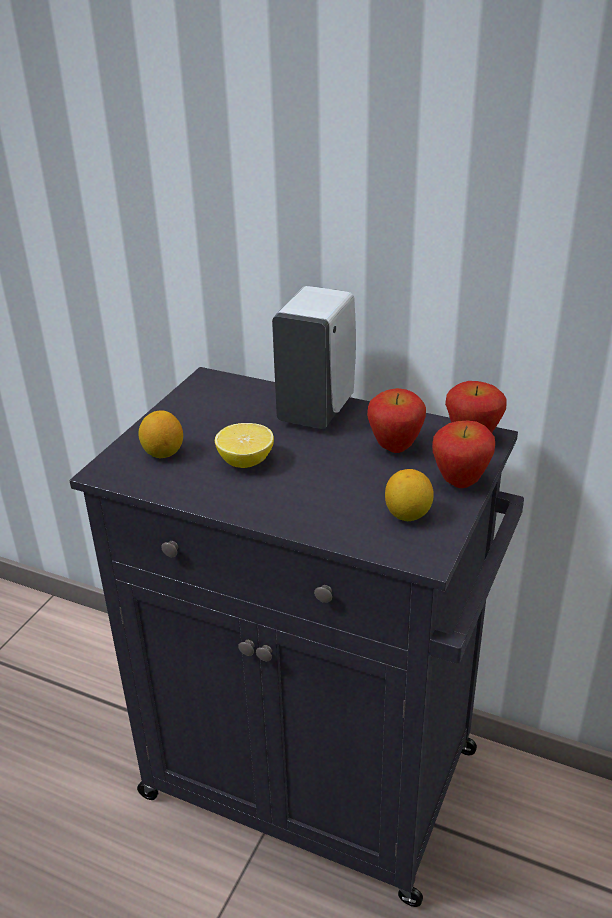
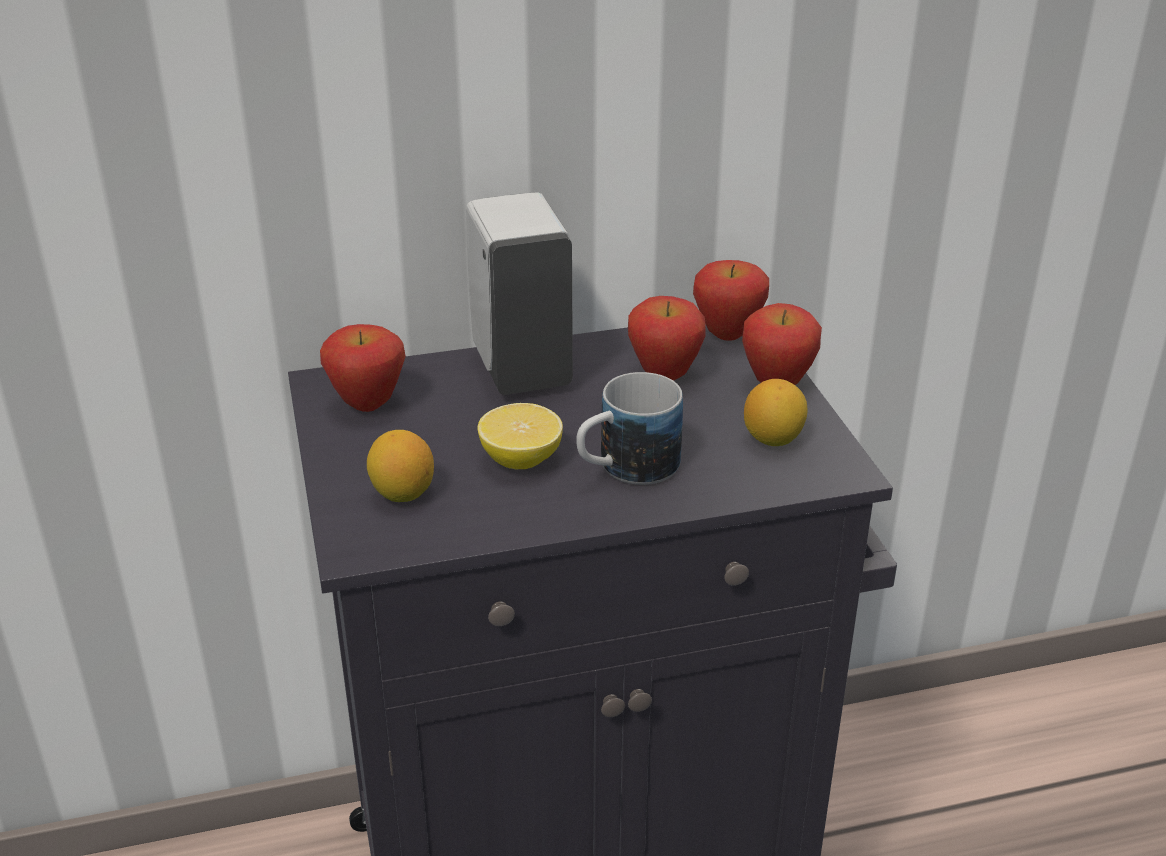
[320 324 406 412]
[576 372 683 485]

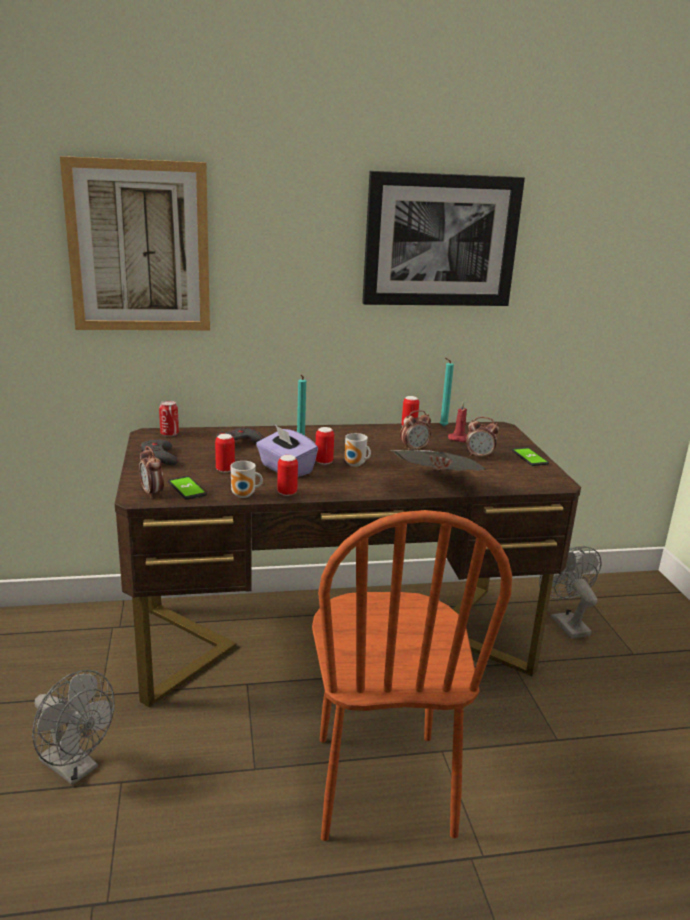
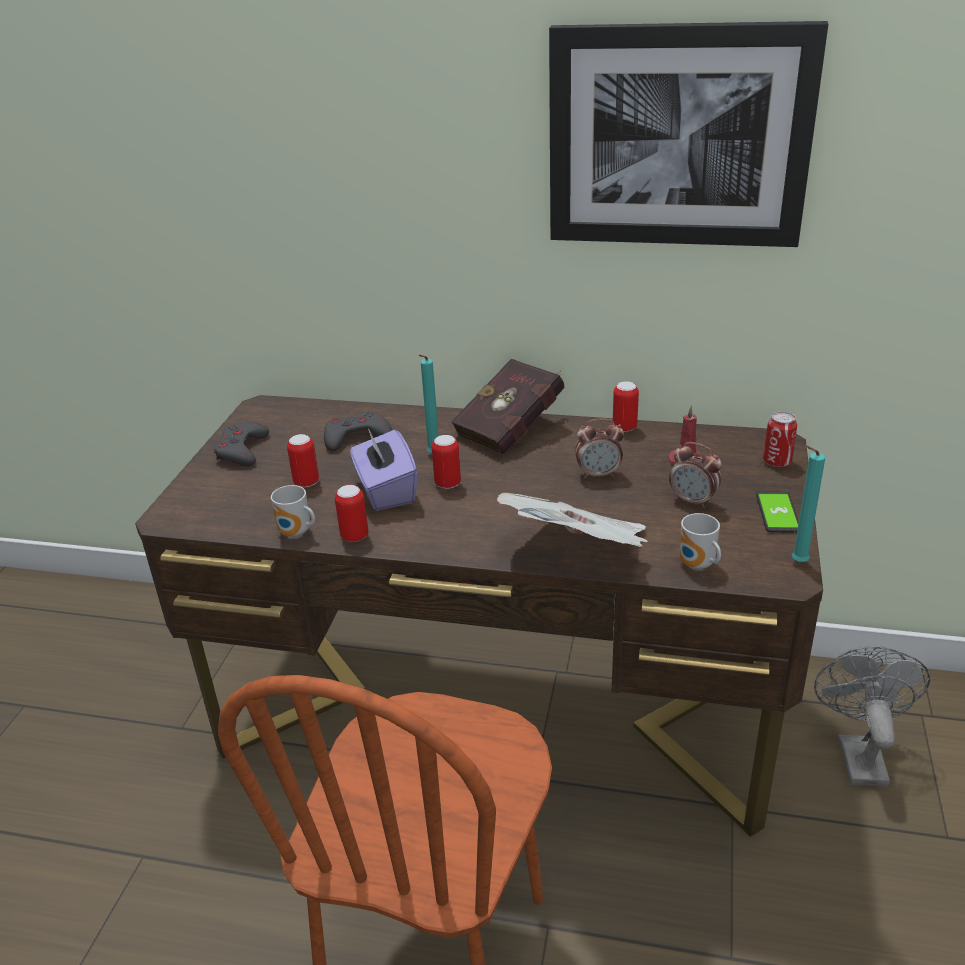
[32 670 115 785] (first image)
[60 156 210 330] (first image)
[139 446 164 498] (first image)
[763 411 797 467]
[168 476 207 500] (first image)
[679 513 721 570]
[792 445 825 563]
[451 359 565 454]

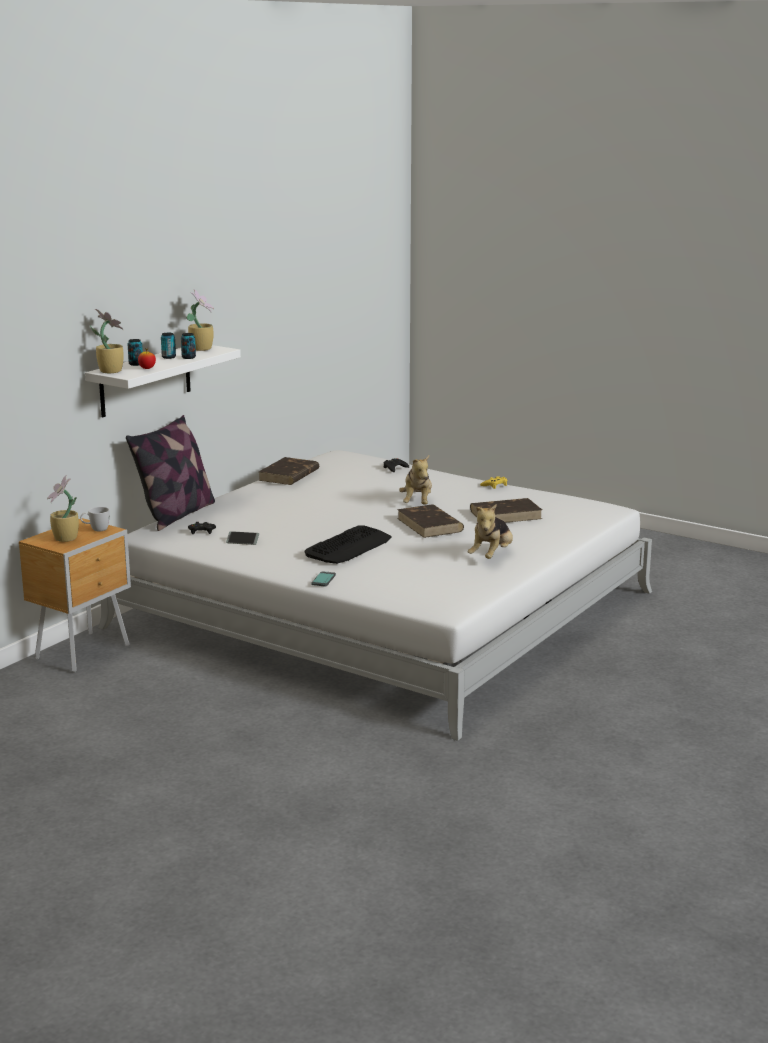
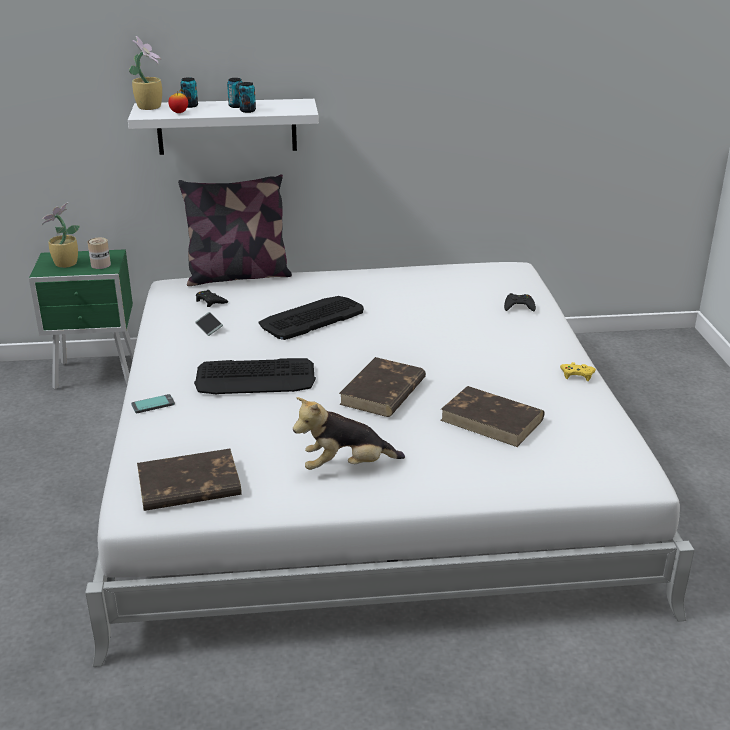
[29 249 134 390]
[87 238 111 269]
[187 289 214 351] (first image)
[137 449 242 511]
[399 455 432 505] (first image)
[258 296 364 340]

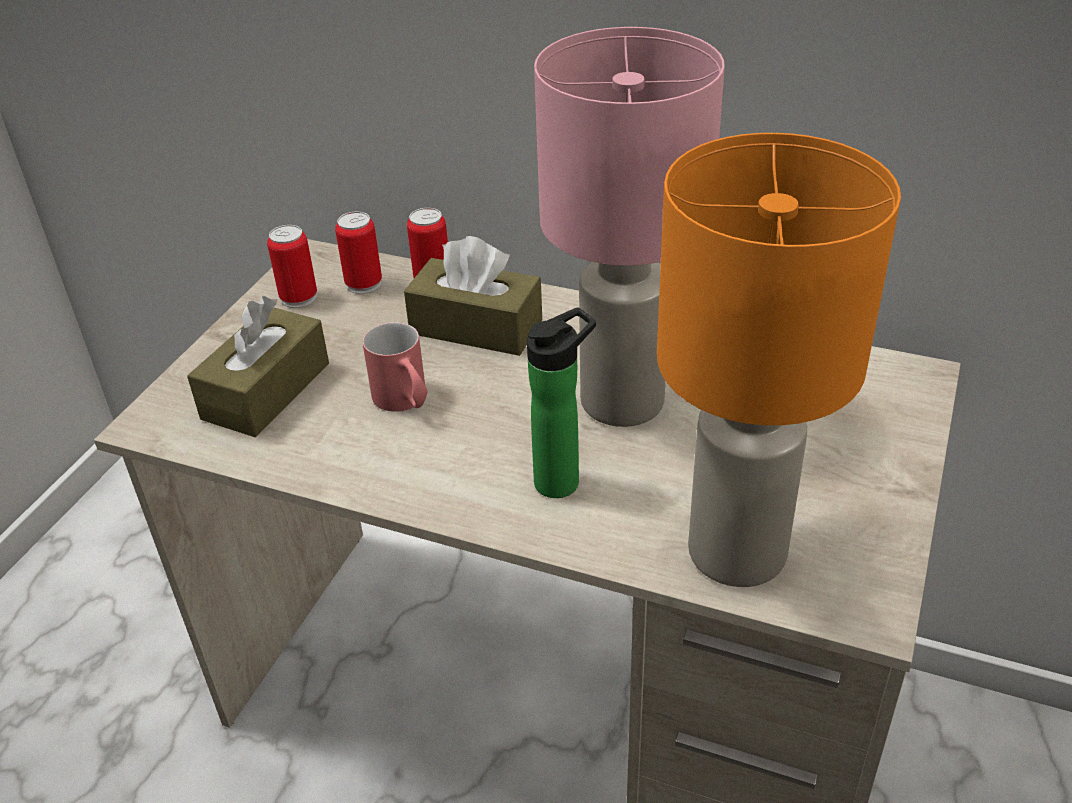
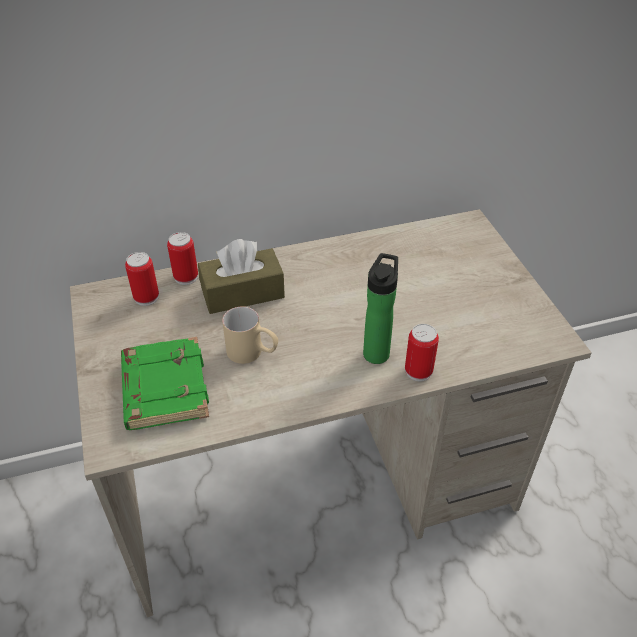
[121 337 209 430]
[405 324 439 381]
[222 307 278 364]
[534 27 725 427] (first image)
[657 133 901 587] (first image)

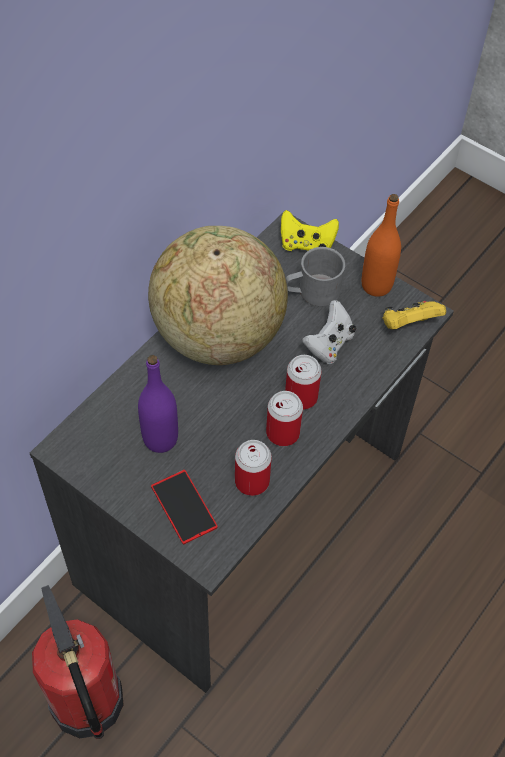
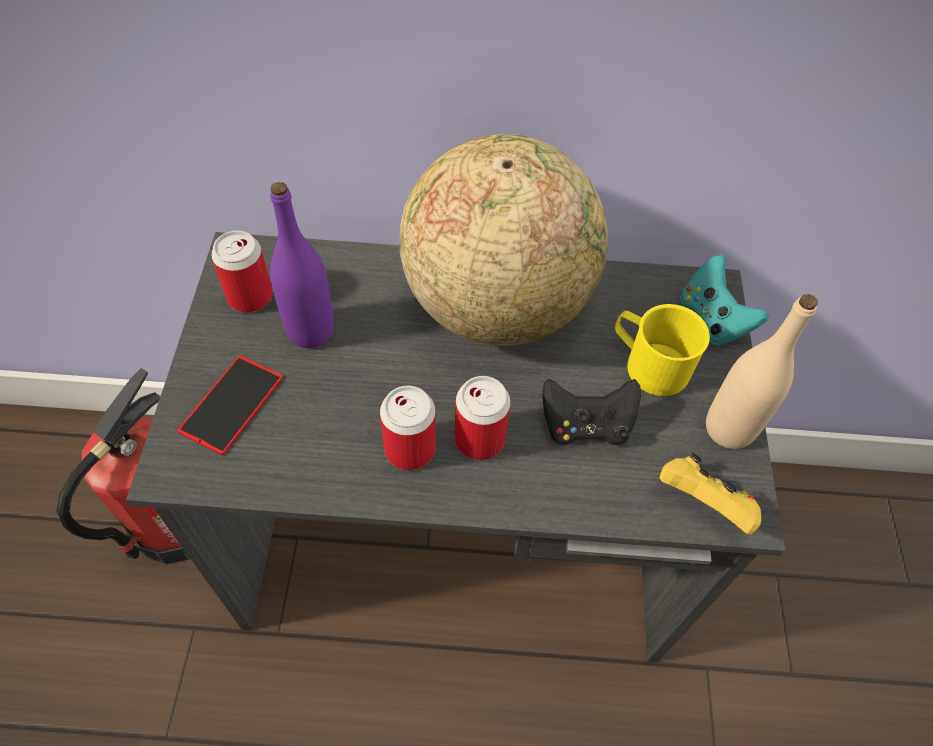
[211 230 273 313]
[680 255 769 346]
[615 304 710 396]
[542 379 641 445]
[706 294 818 449]

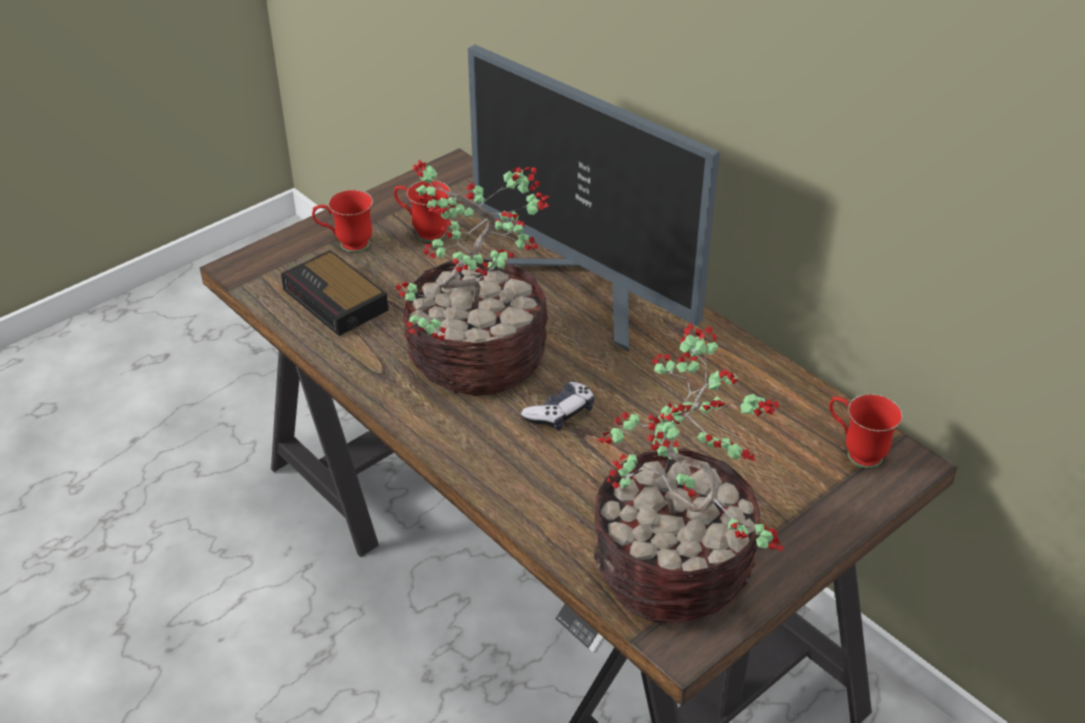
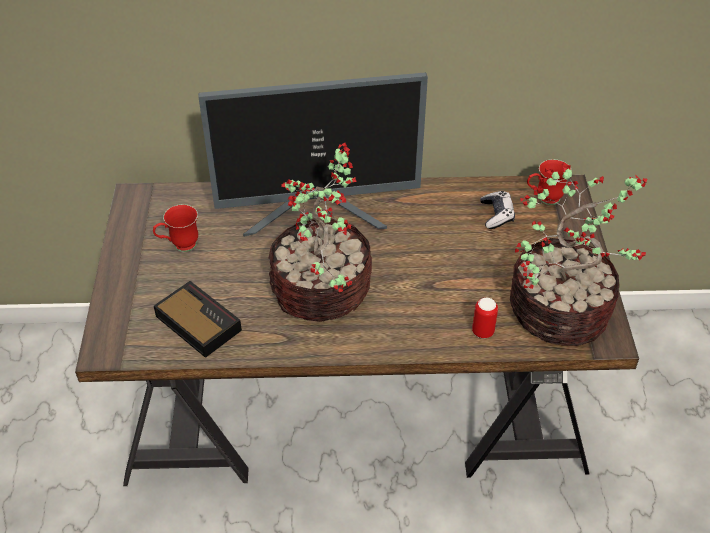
[154 281 242 358]
[312 190 373 252] (first image)
[480 191 515 229]
[472 297 498 338]

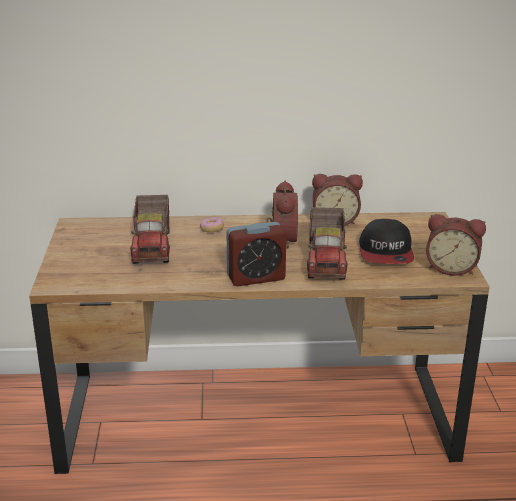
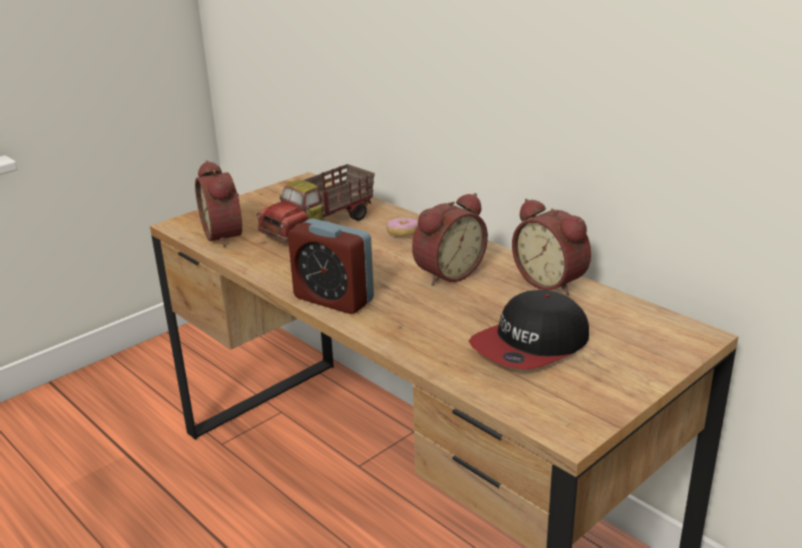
[307 207 348 280] (first image)
[195 160 242 247]

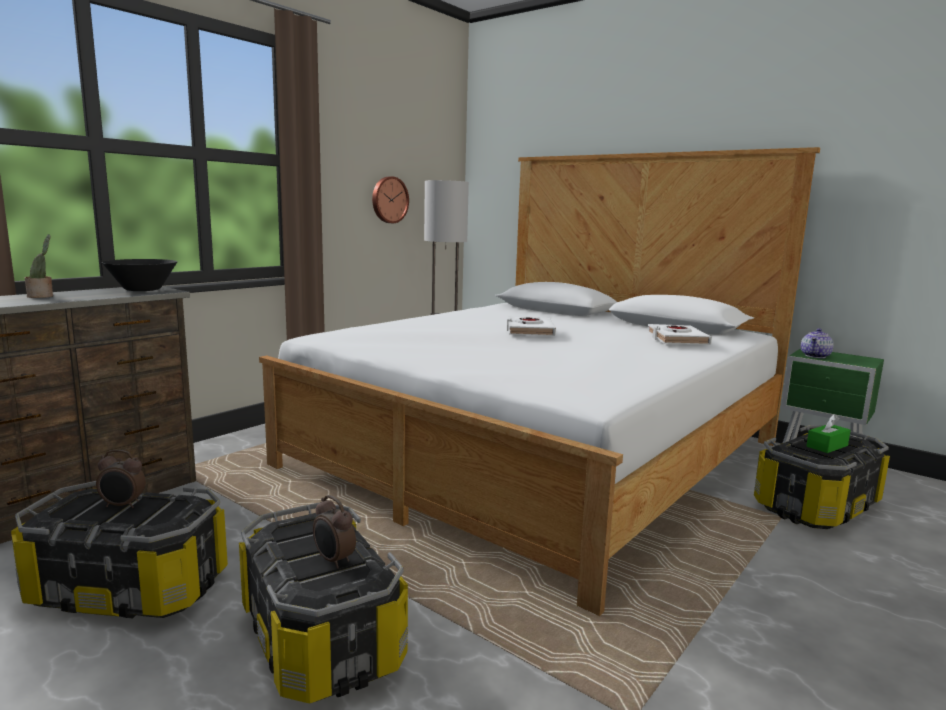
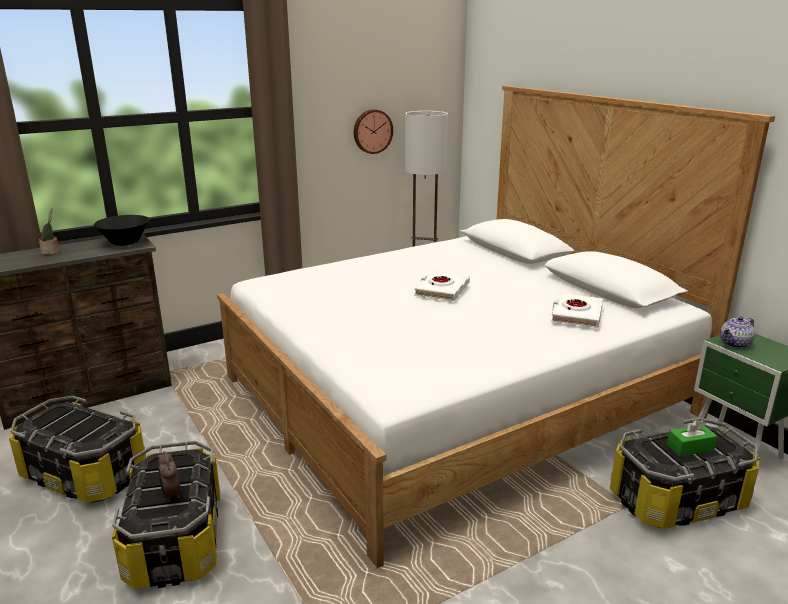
[96 450 146 508] (first image)

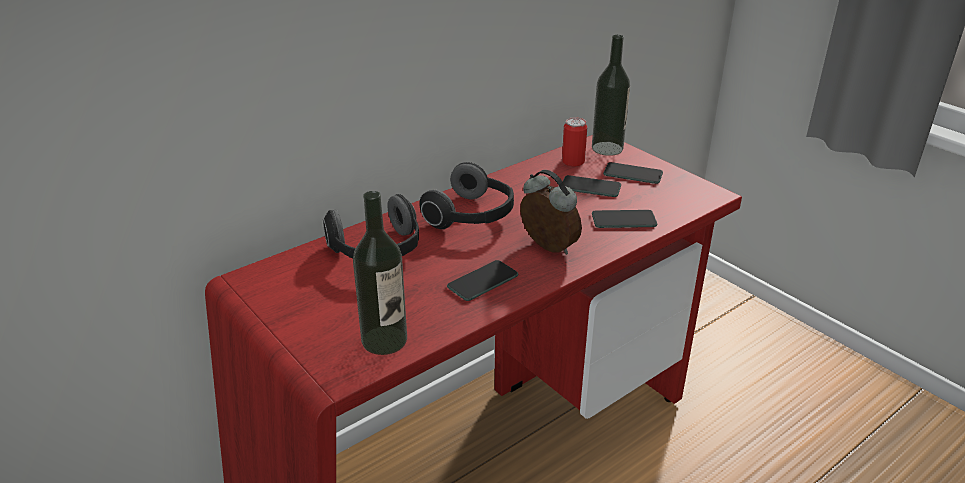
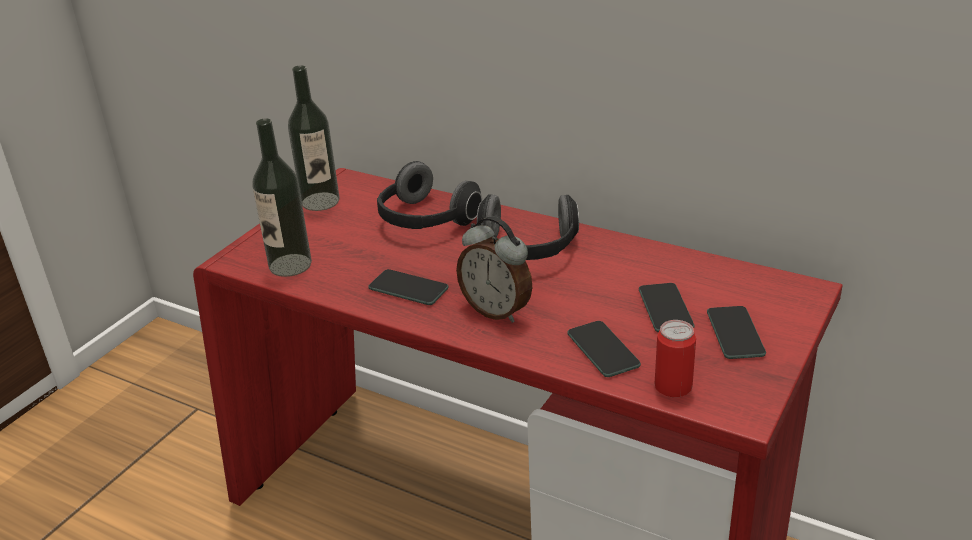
[456 216 533 323]
[655 320 696 397]
[288 65 339 211]

